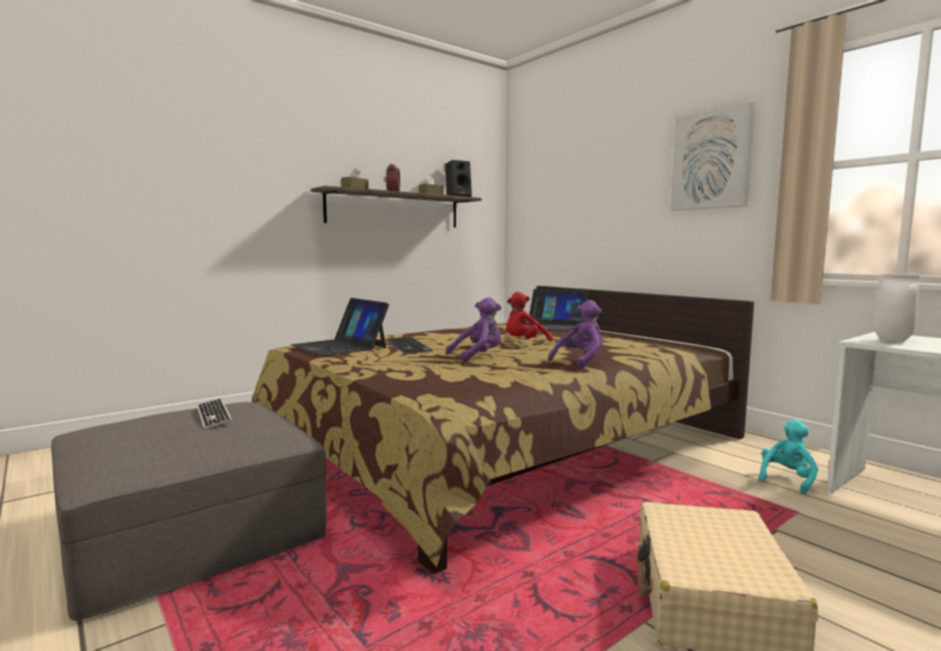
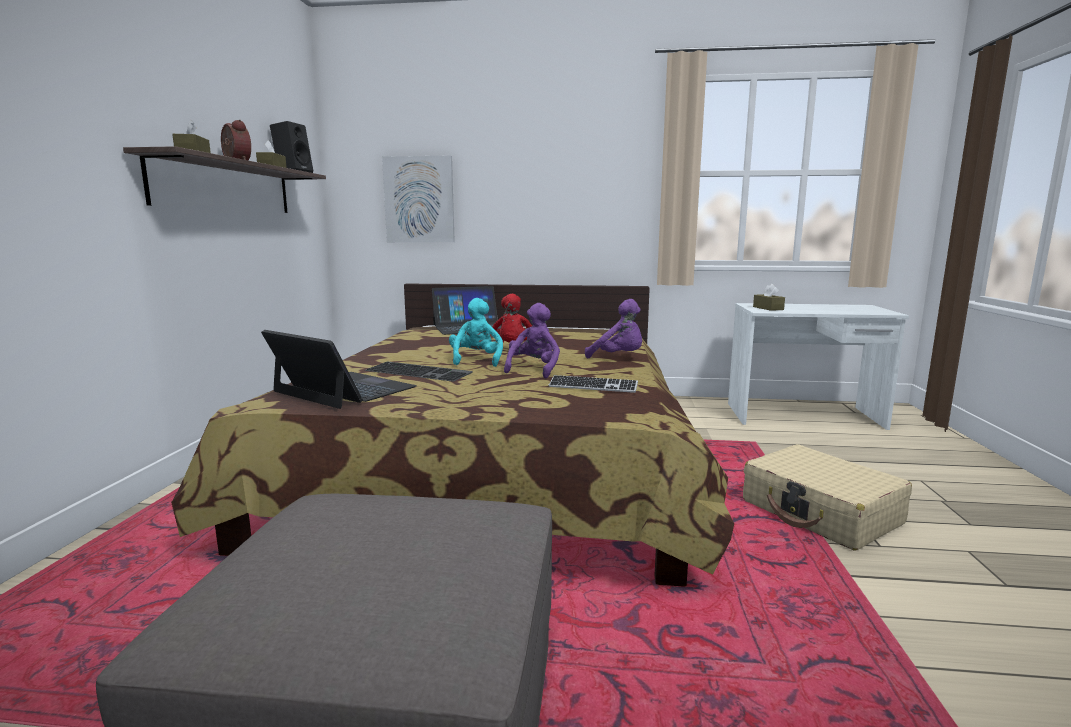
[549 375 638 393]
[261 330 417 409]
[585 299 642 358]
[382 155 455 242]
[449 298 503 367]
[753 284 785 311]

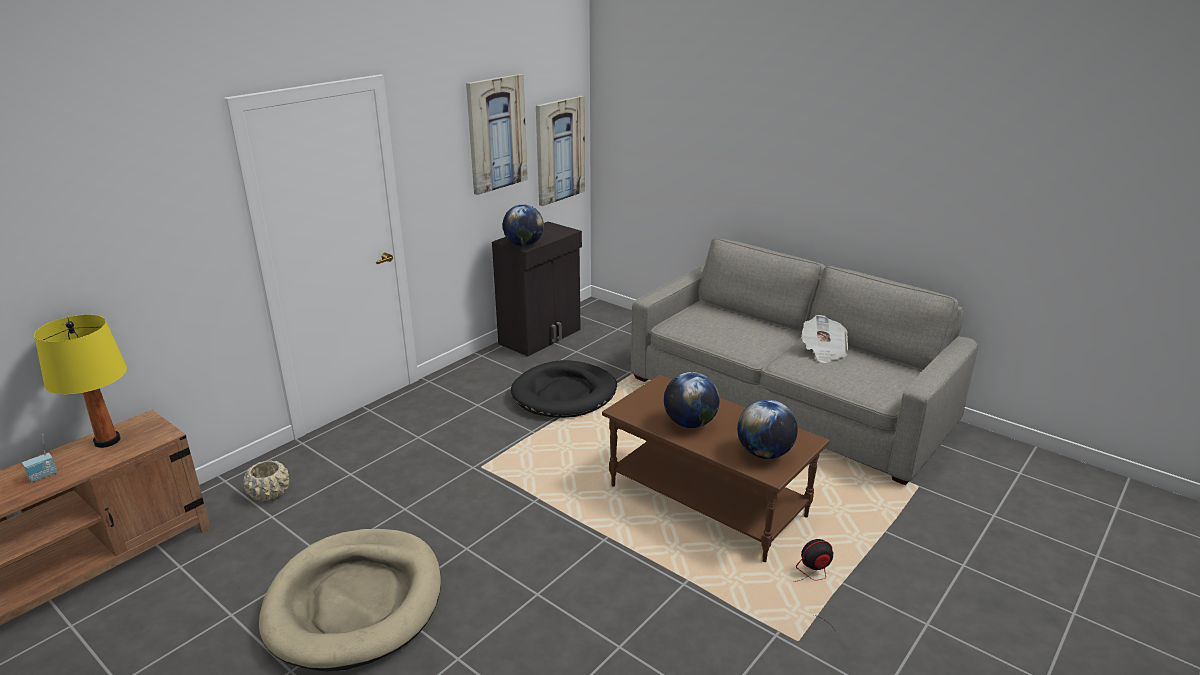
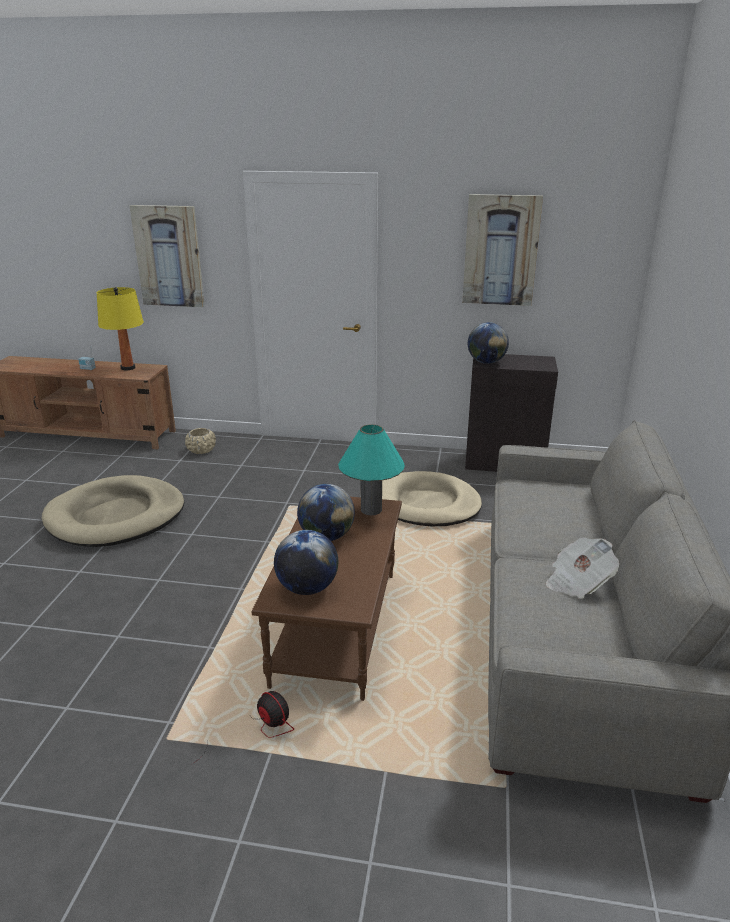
[382 471 482 526]
[129 205 205 307]
[338 424 405 515]

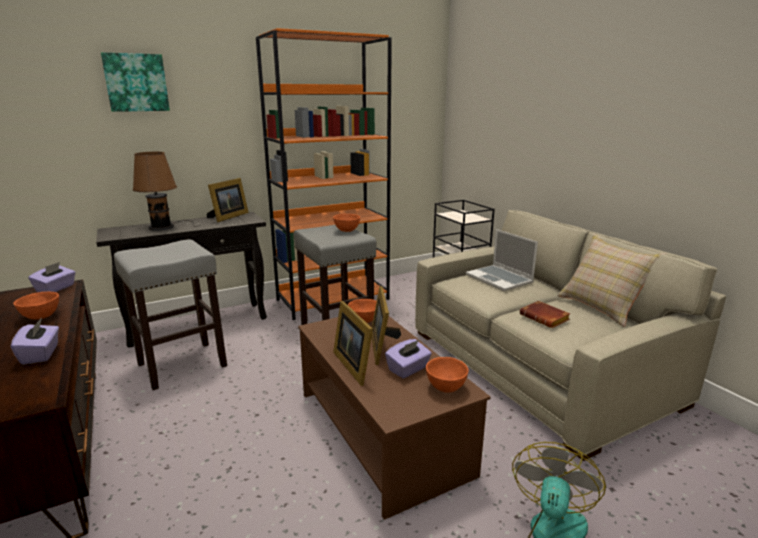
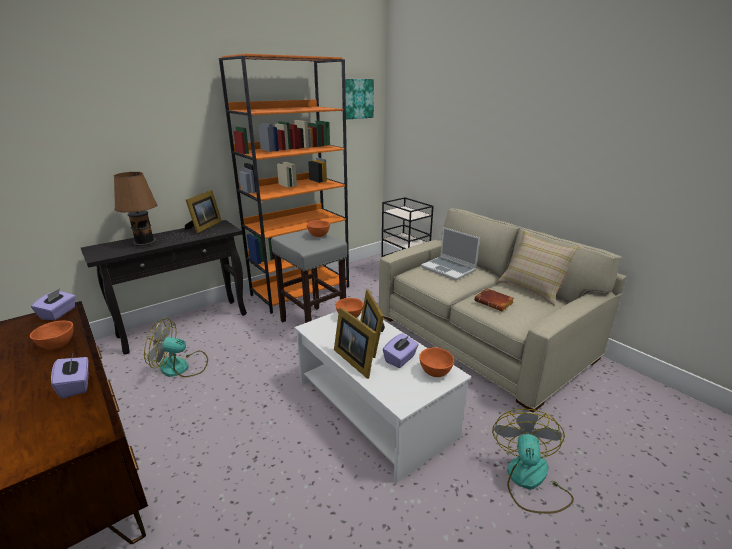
[345 79 374 120]
[144 318 208 377]
[294 311 472 483]

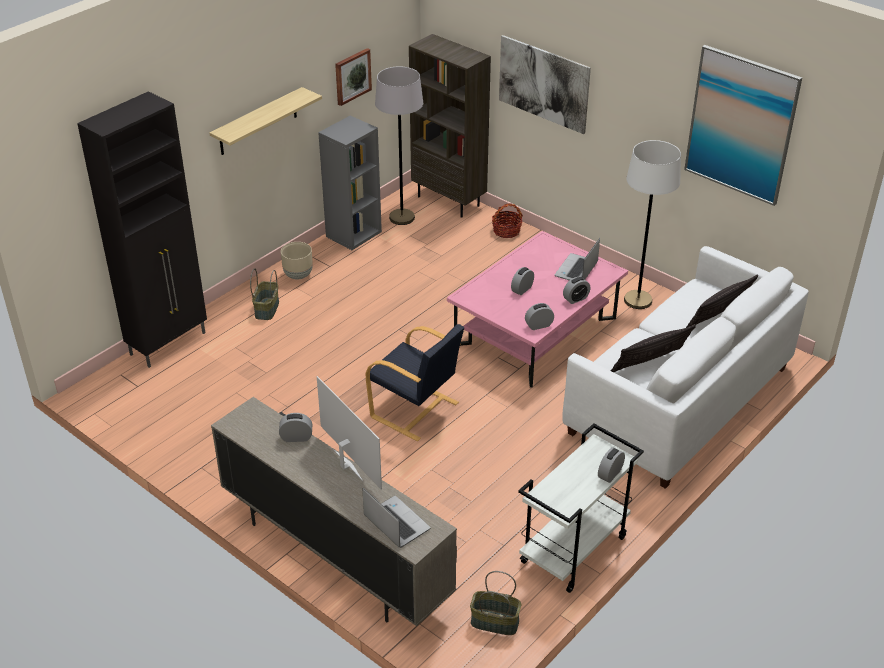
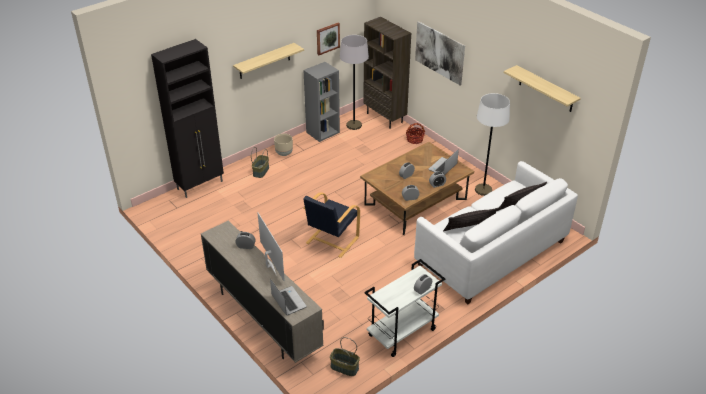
[303 192 360 258]
[360 142 474 235]
[504 65 581 112]

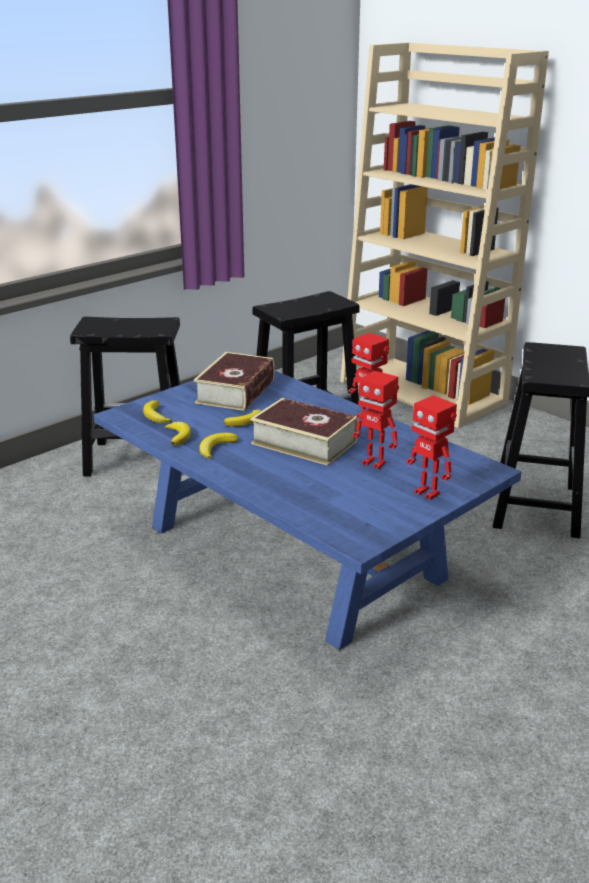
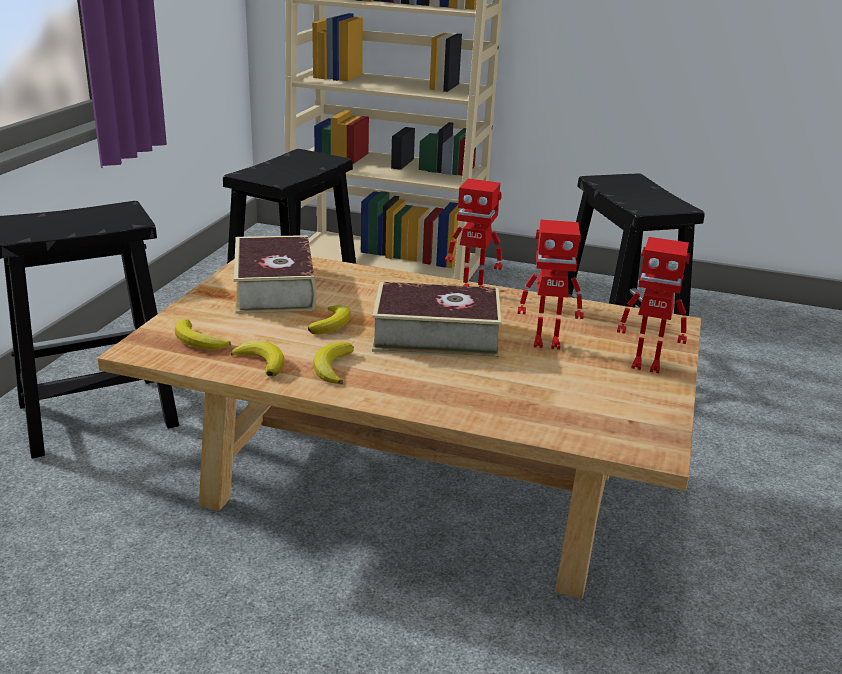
[97 257 701 599]

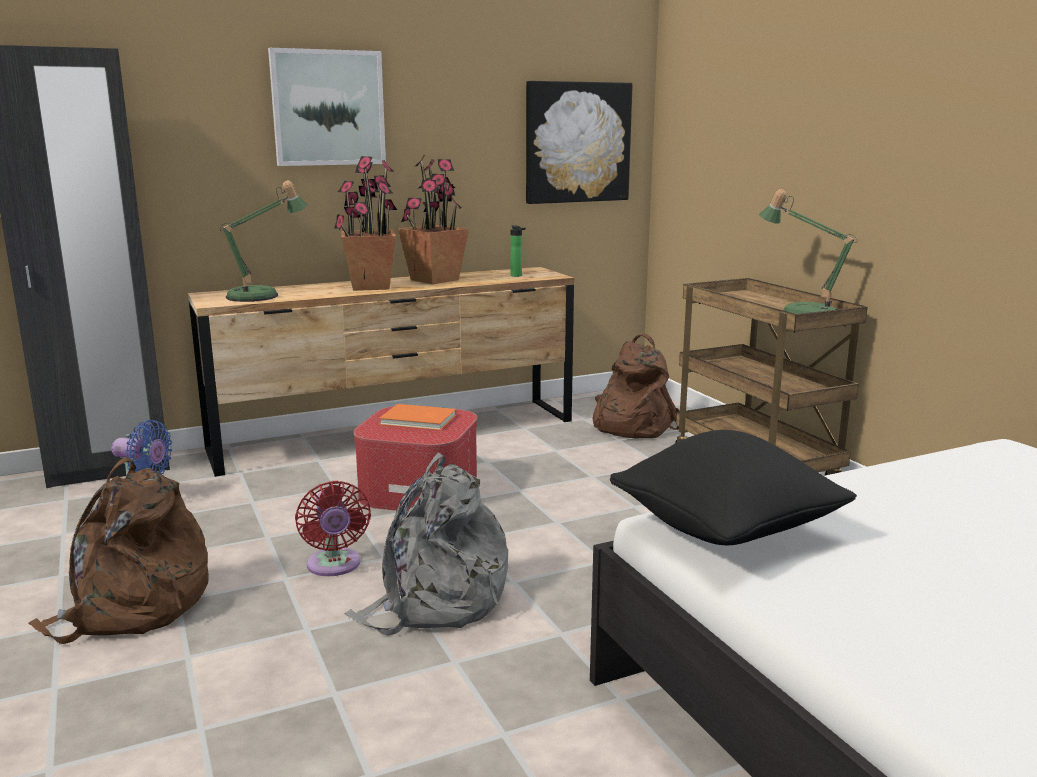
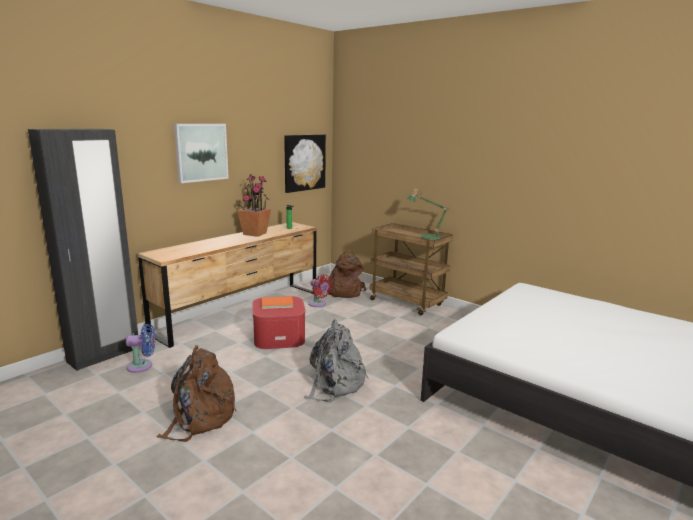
[220 180 308 302] (first image)
[308 274 332 307]
[334 156 397 291] (first image)
[610 430 857 545] (first image)

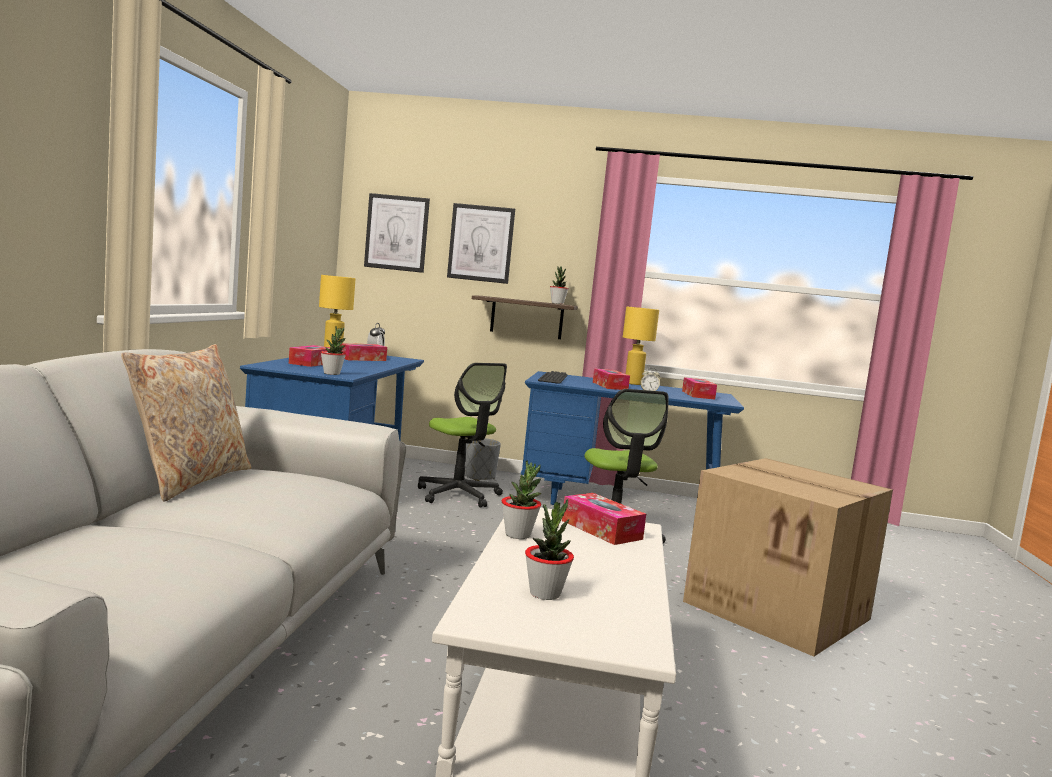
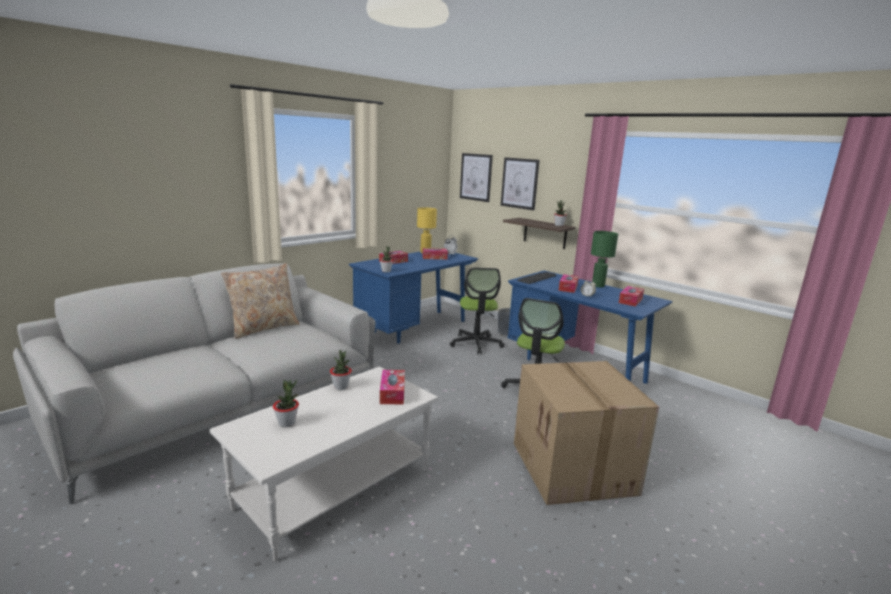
[591 231 618 287]

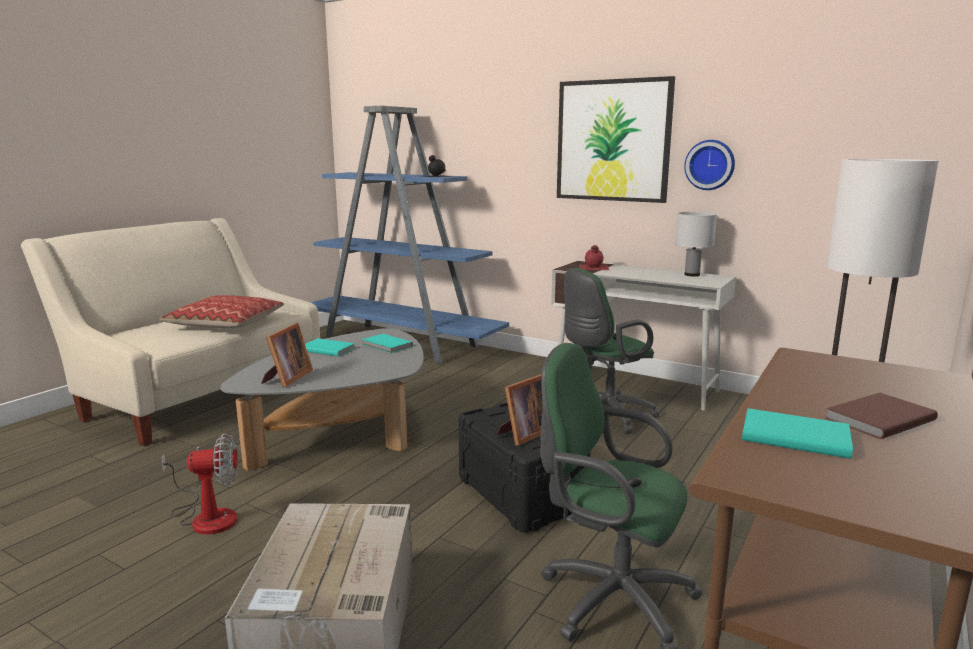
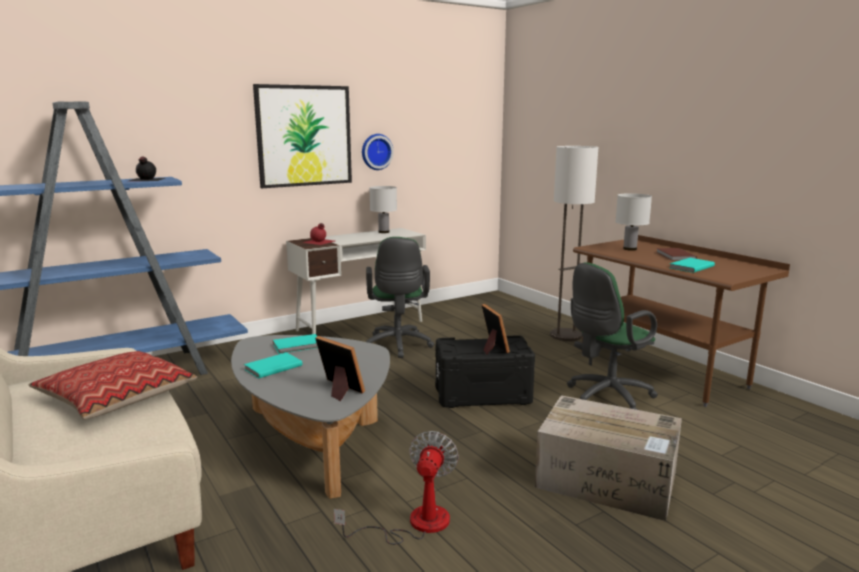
[615 193 652 251]

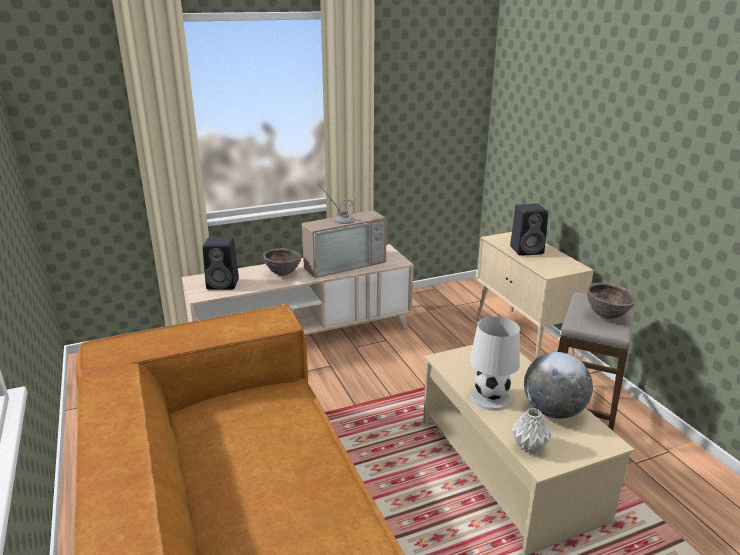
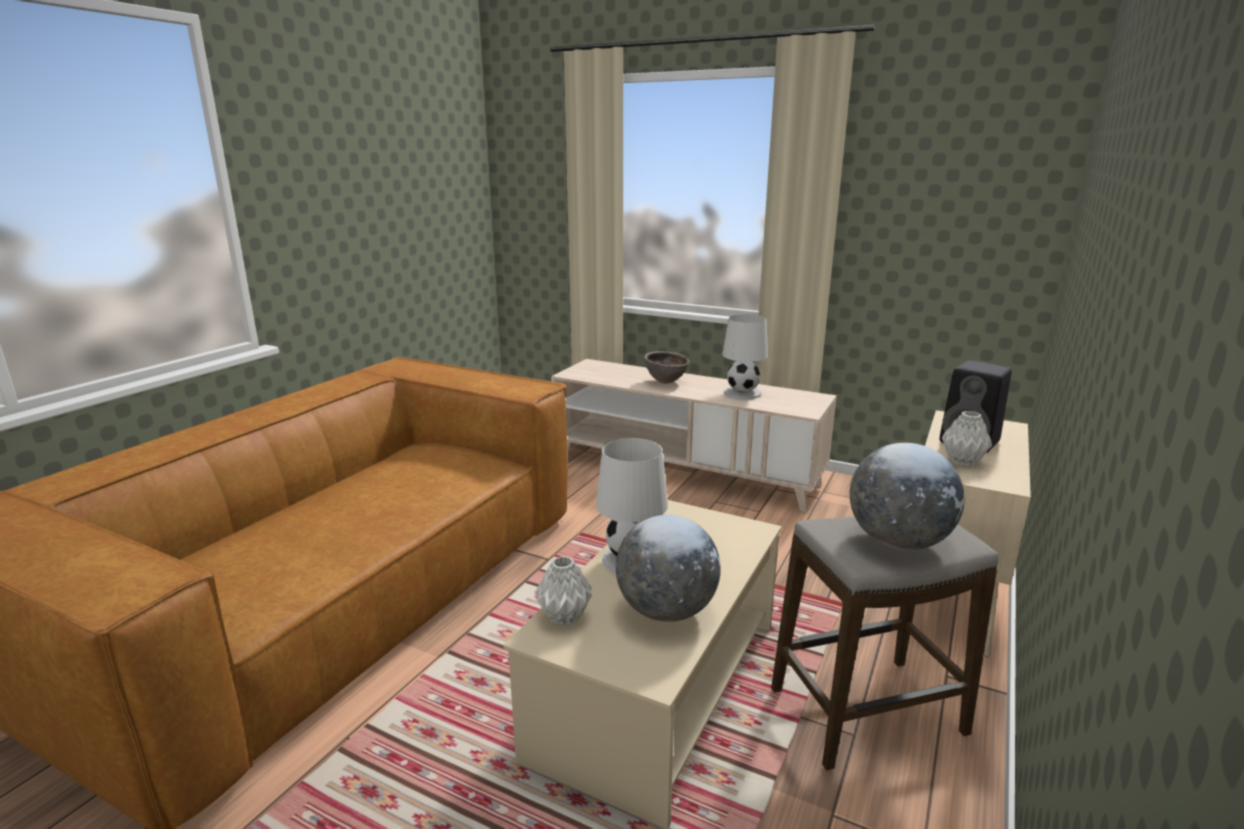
[202 237 239 290] (first image)
[722 314 768 400]
[850 443 964 550]
[942 411 992 466]

